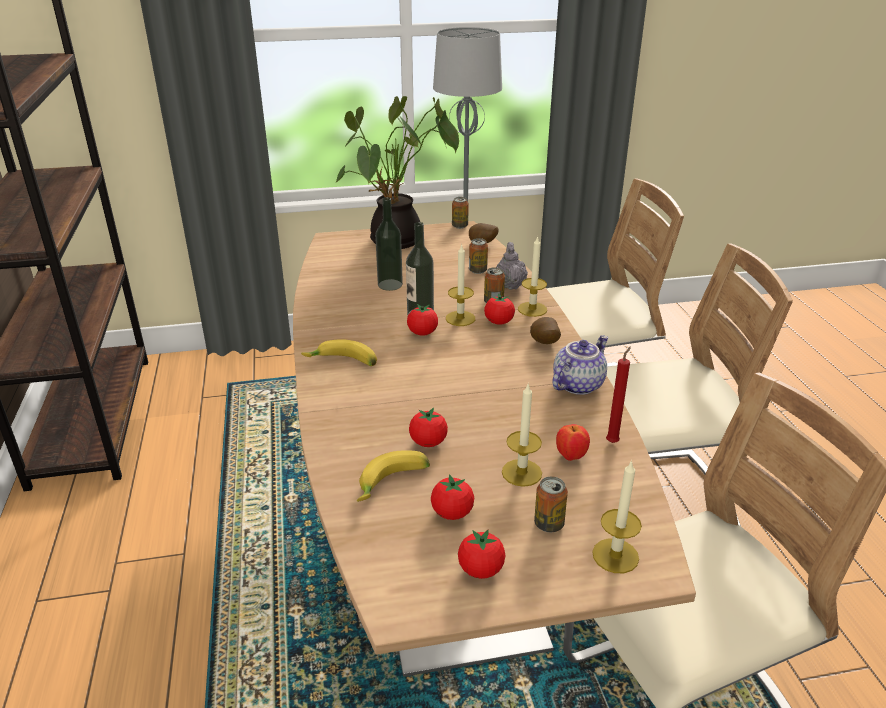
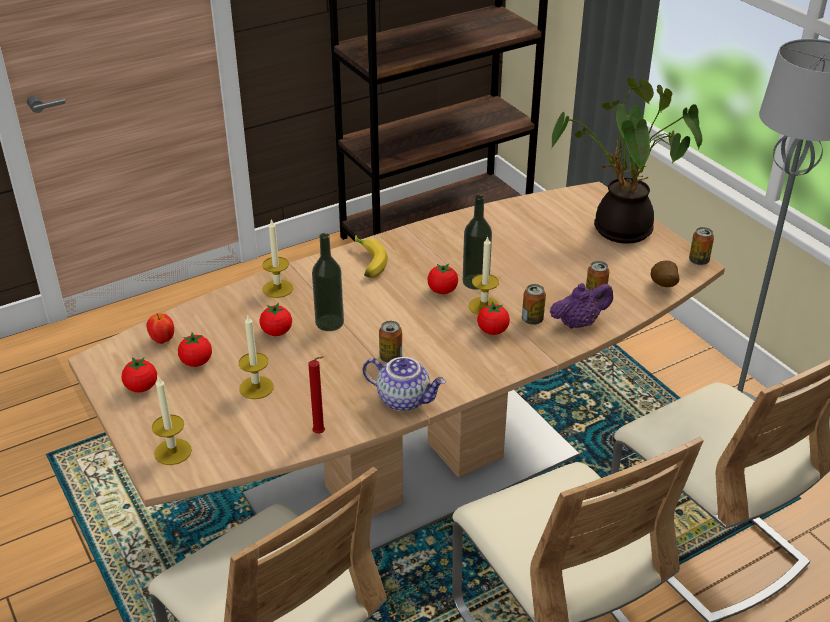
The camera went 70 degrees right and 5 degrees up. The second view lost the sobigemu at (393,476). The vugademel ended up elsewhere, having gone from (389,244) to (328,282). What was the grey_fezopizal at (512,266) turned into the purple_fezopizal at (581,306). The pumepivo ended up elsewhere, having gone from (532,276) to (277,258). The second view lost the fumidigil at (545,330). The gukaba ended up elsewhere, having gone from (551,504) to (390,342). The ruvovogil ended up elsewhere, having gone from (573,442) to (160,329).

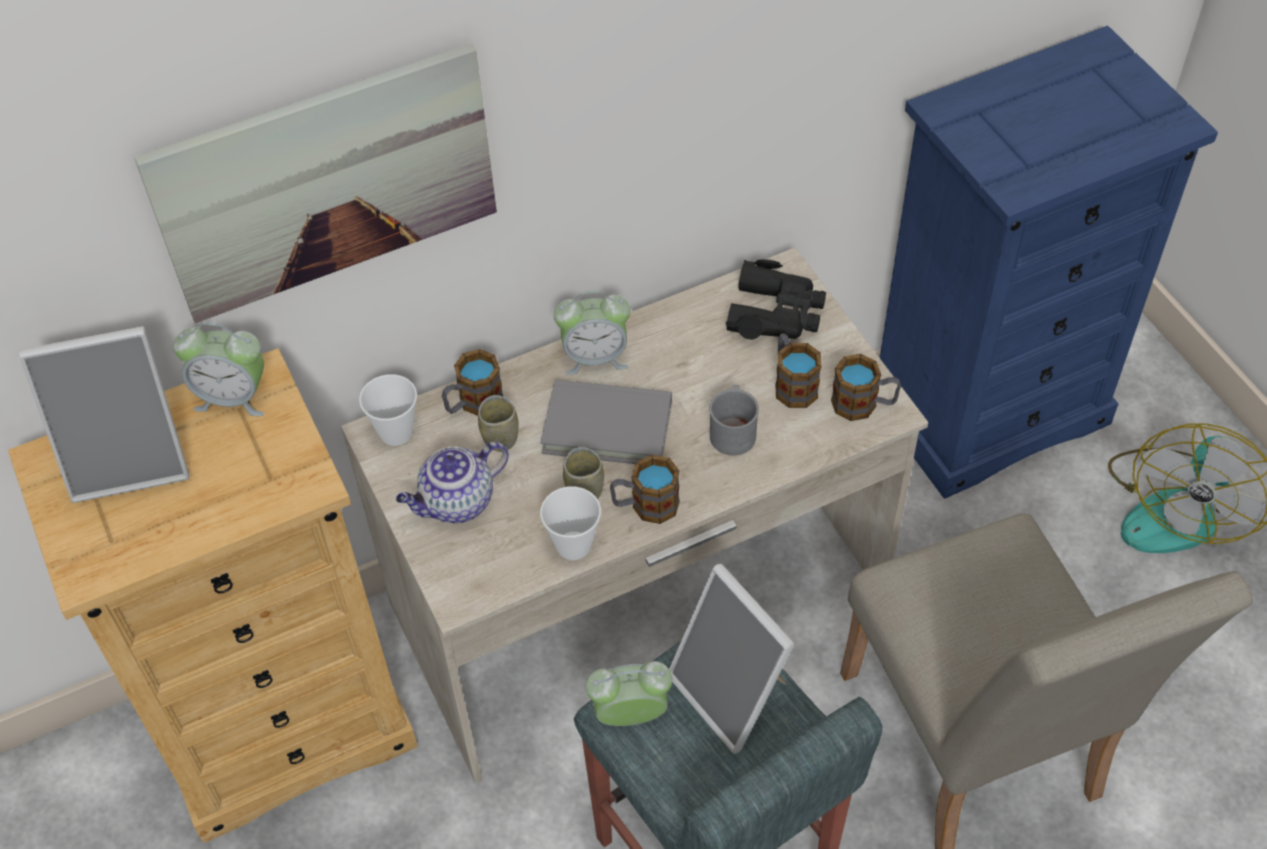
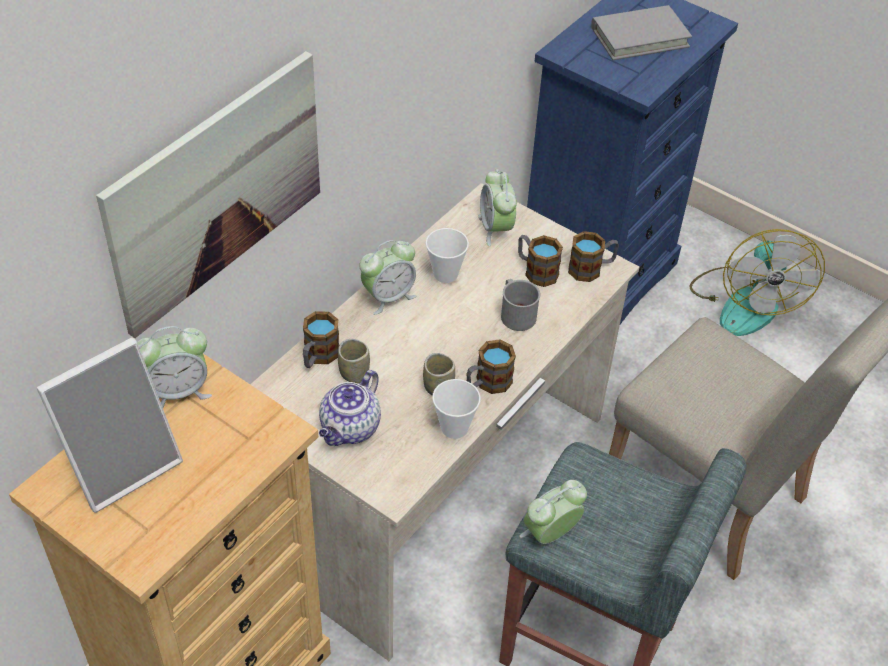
The camera went 30 degrees left and 5 degrees down. The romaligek ended up elsewhere, having gone from (388,410) to (447,255). The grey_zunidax ended up elsewhere, having gone from (606,422) to (641,32). The second view lost the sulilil at (731,659). Where the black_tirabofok stood at (776,299), the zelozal came to stand at (497,207).

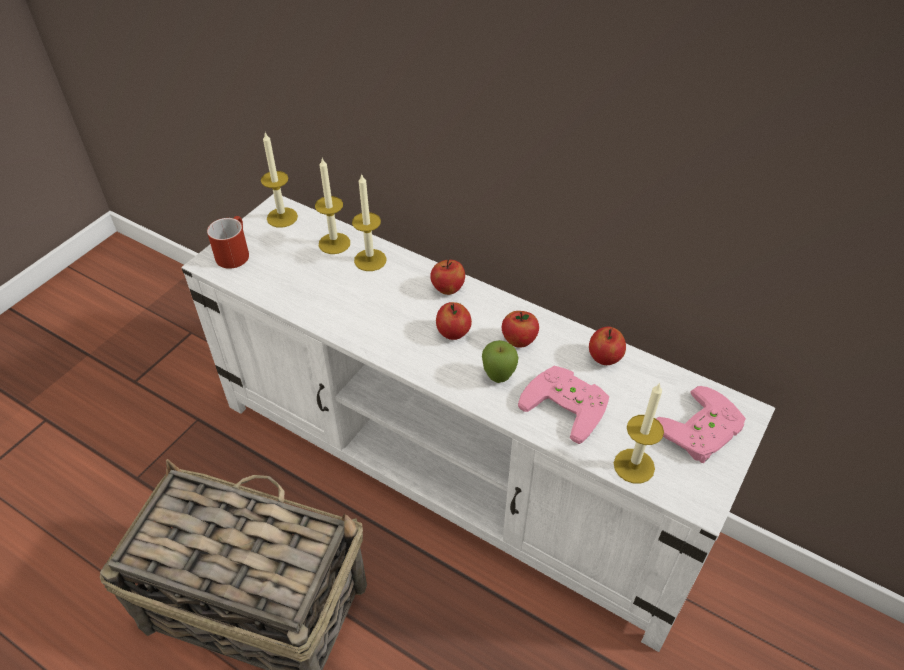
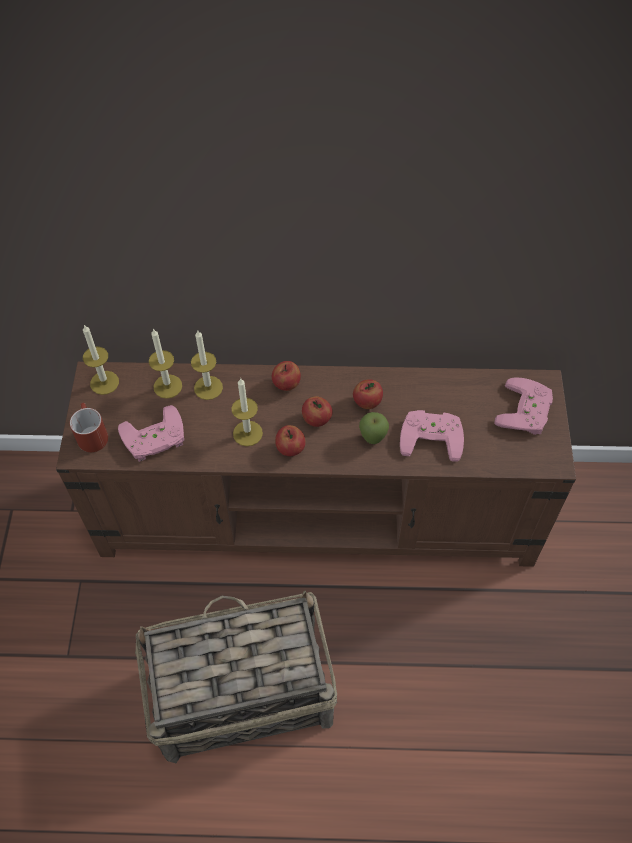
The camera went 30 degrees left and 10 degrees up. What was the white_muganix at (478,423) turned into the brown_muganix at (316,464). The ruvovogil ended up elsewhere, having gone from (607,346) to (290,440). The pumepivo ended up elsewhere, having gone from (639,433) to (247,412). The second view gained the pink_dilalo at (151,433).

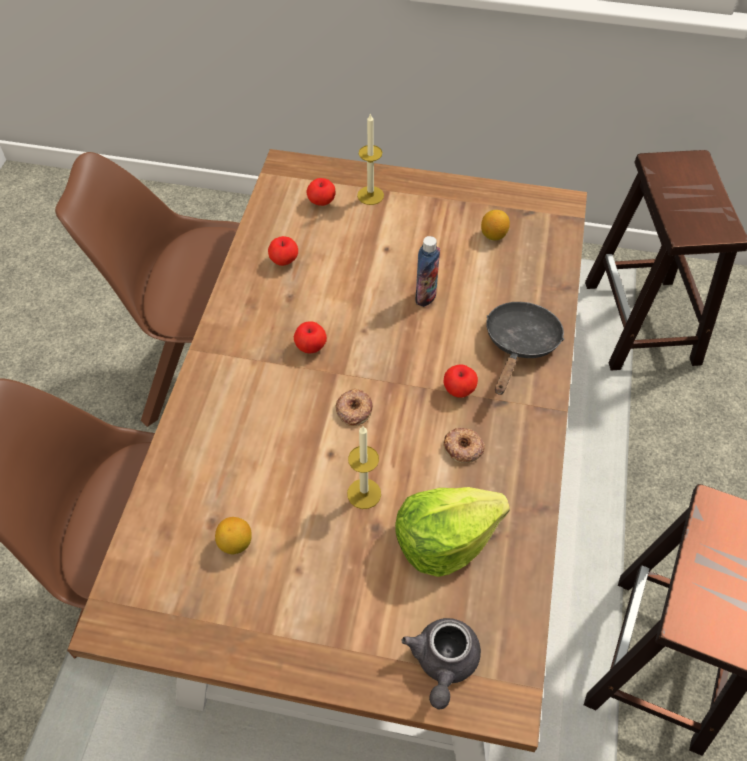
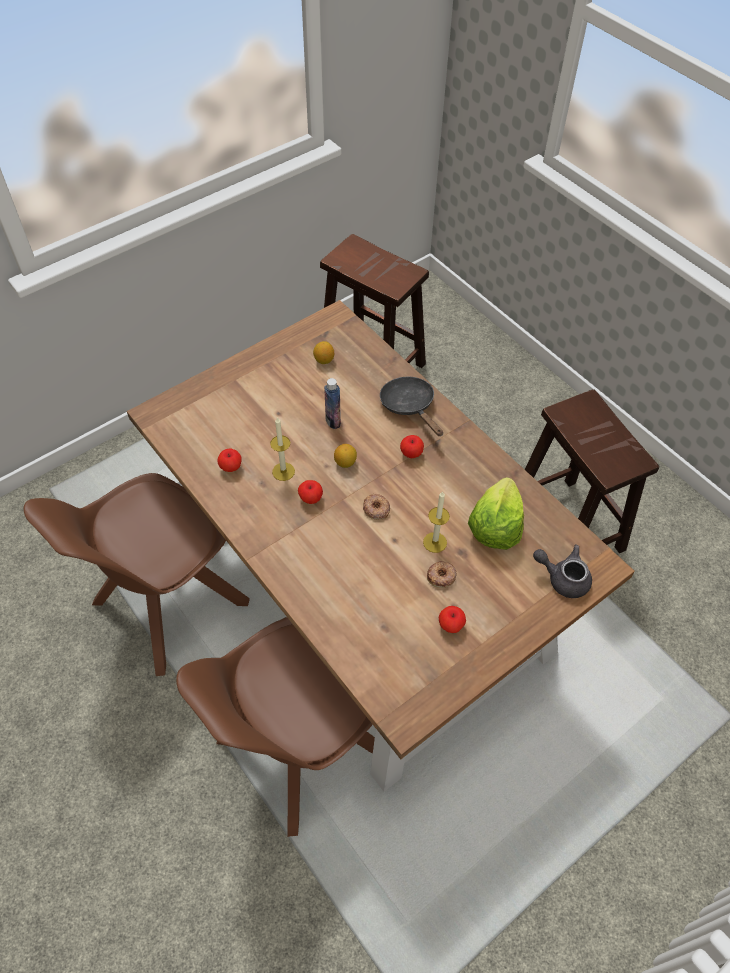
The camera went 50 degrees left and 0 degrees up. The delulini ended up elsewhere, having gone from (233,535) to (345,456). The ruvovogil ended up elsewhere, having gone from (321,192) to (452,619). The pumepivo ended up elsewhere, having gone from (370,159) to (282,449). The grey_fezopizal at (441,663) ended up facing another way, 150 degrees clockwise from before. The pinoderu ended up elsewhere, having gone from (464,445) to (442,574).

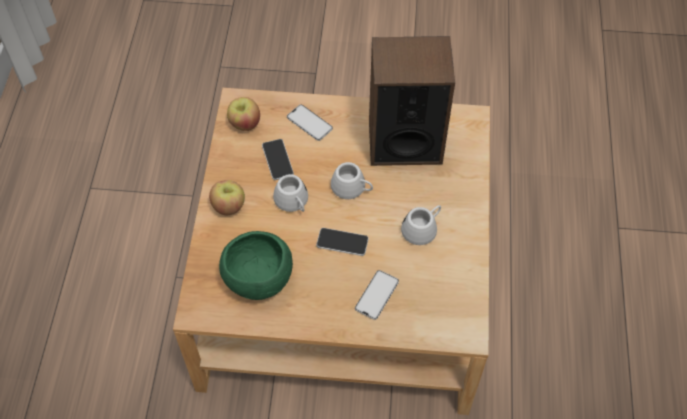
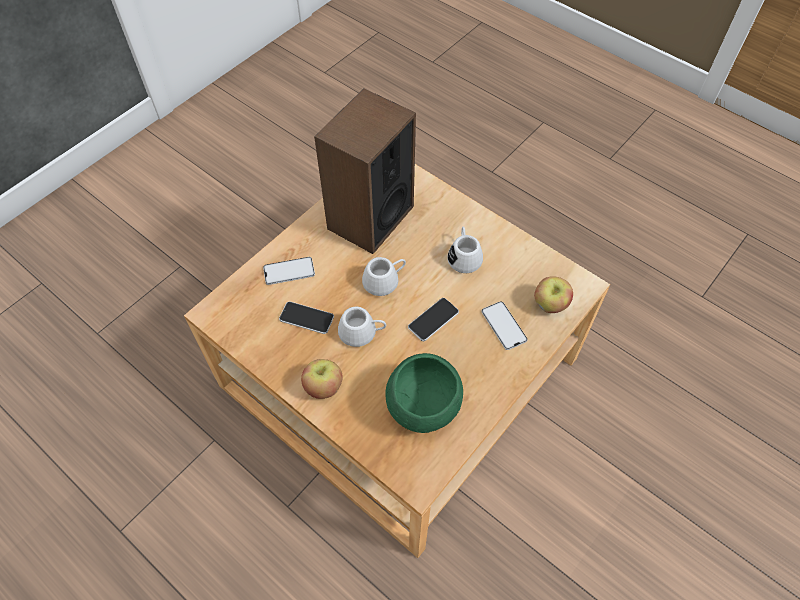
The camera went 55 degrees left and 0 degrees up. The ruvovogil ended up elsewhere, having gone from (243,114) to (553,294).

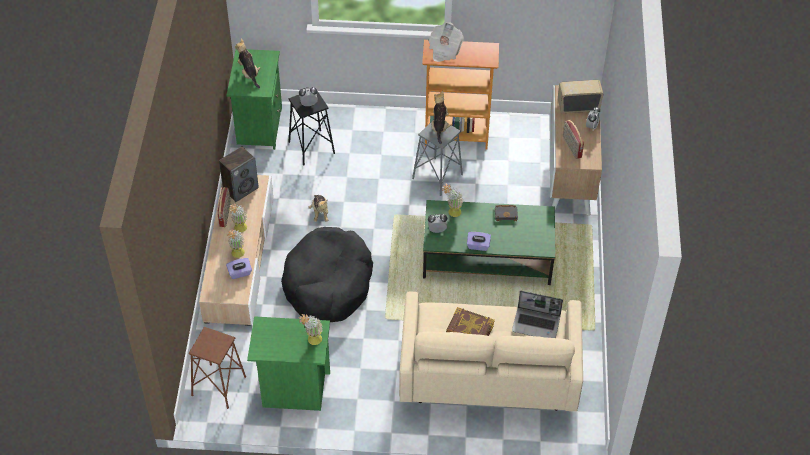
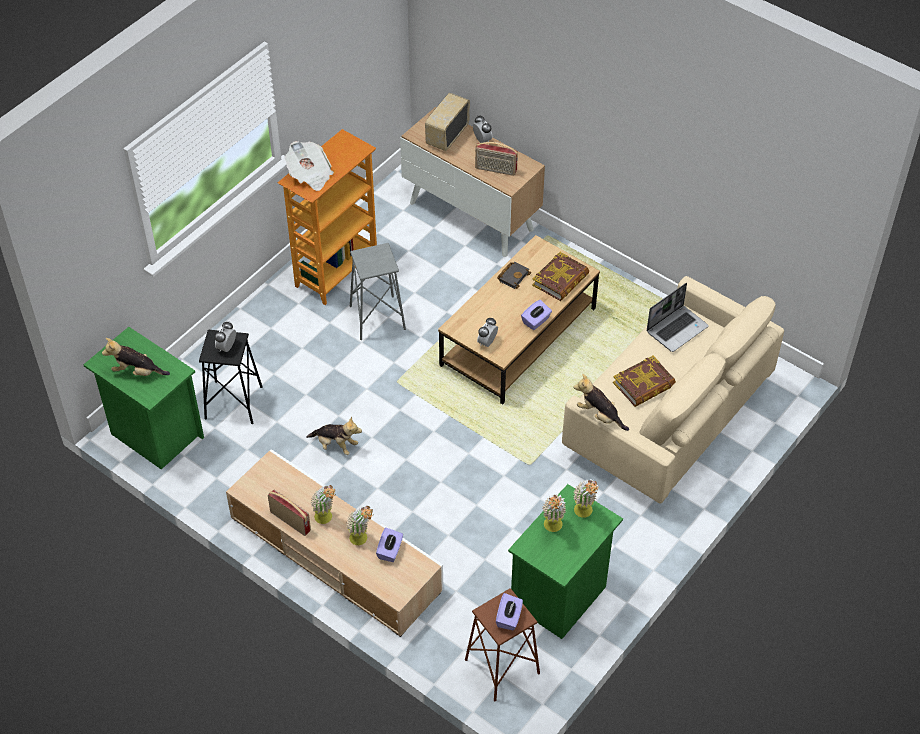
The camera went 55 degrees left and 0 degrees up. The second view lost the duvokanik at (239,174). The second view lost the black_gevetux at (327,274). What was the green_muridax at (489,242) turned into the brown_muridax at (519,319). The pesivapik ended up elsewhere, having gone from (441,117) to (601,402). The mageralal ended up elsewhere, having gone from (453,200) to (554,513). The second view gained the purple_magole at (509,611). The second view gained the zunidax at (560,276).

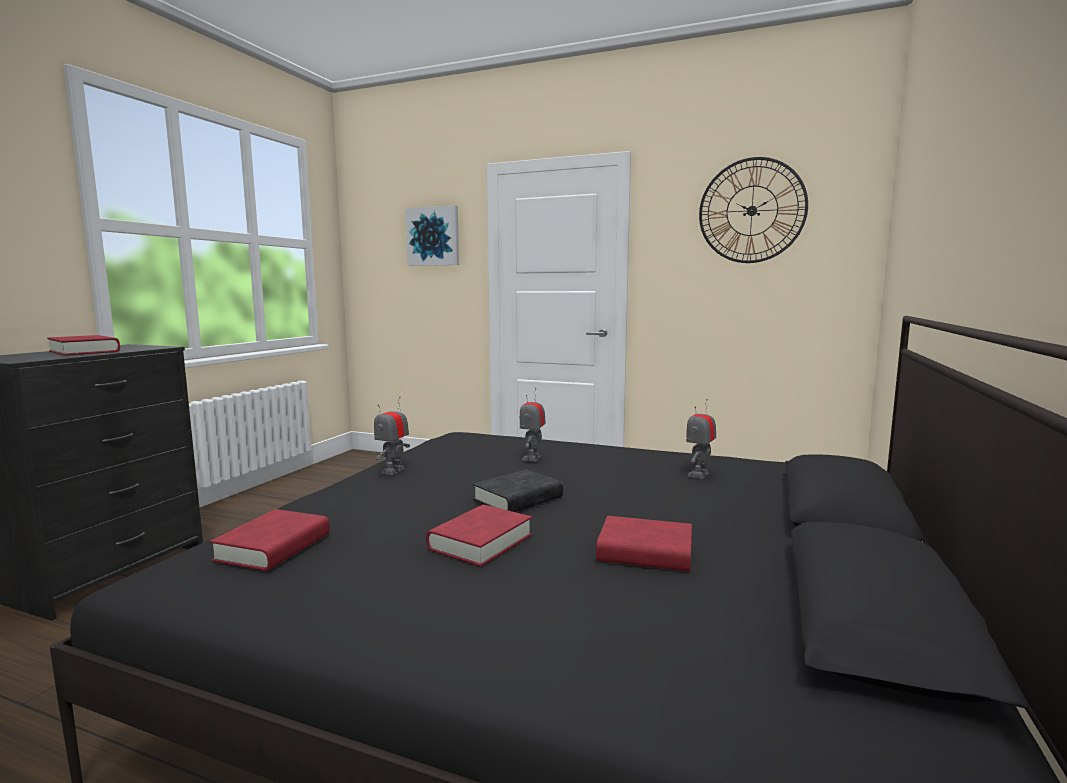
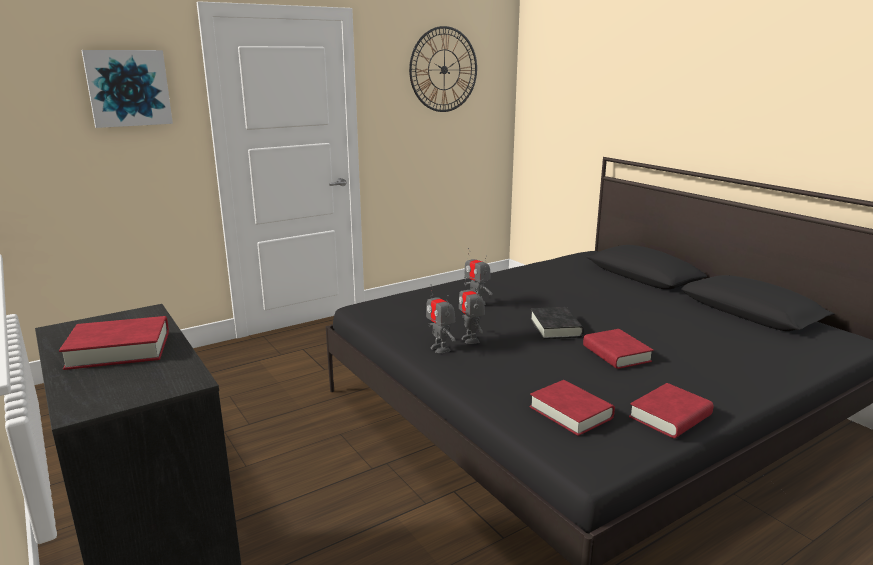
The camera went 55 degrees left and 10 degrees up. The red_zunidax ended up elsewhere, having gone from (644,544) to (671,410). The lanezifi ended up elsewhere, having gone from (701,439) to (472,310).

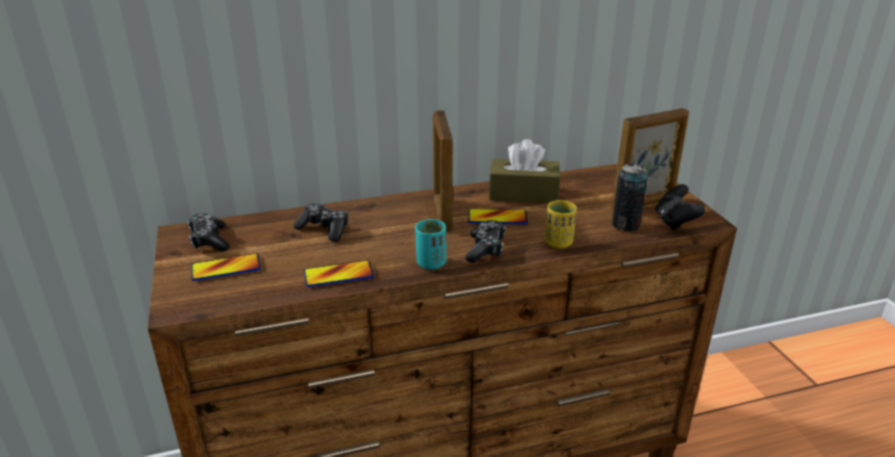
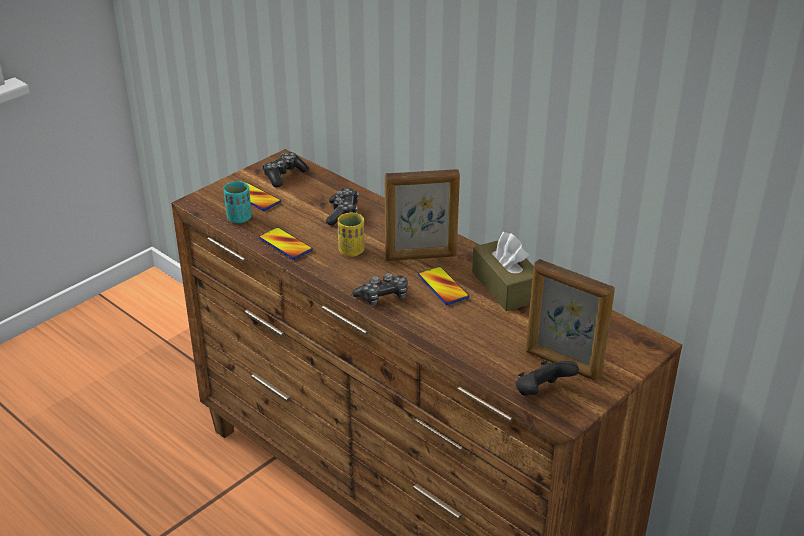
The camera went 60 degrees right and 5 degrees up. The turquoise_romaligek ended up elsewhere, having gone from (430,244) to (237,202). The sulilil at (443,171) ended up facing another way, 150 degrees counterclockwise from before. The yellow_romaligek ended up elsewhere, having gone from (561,224) to (351,235). The second view lost the gukaba at (630,198).

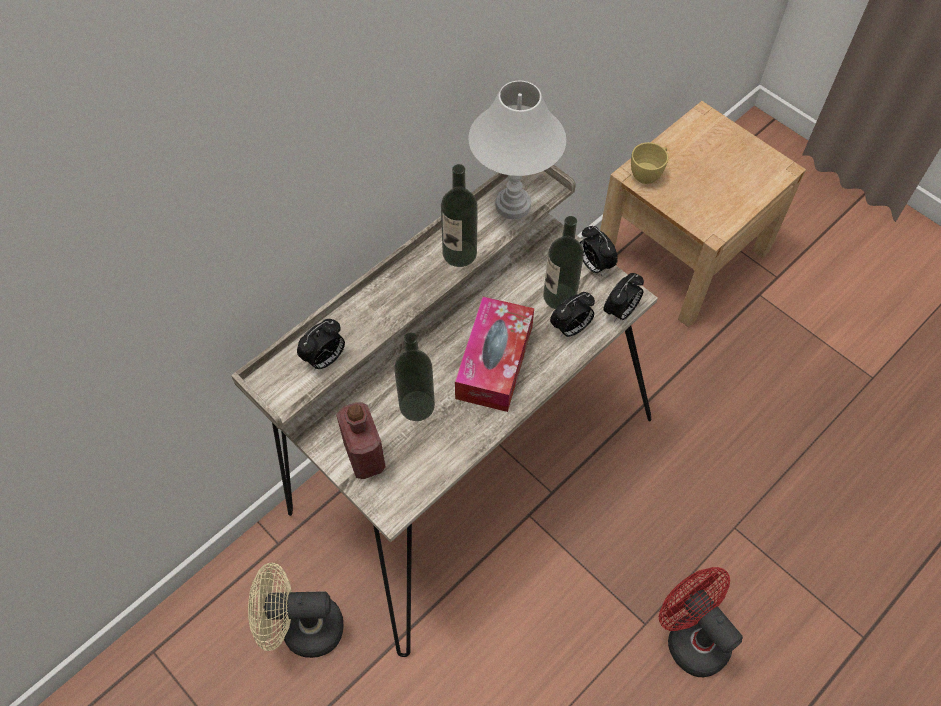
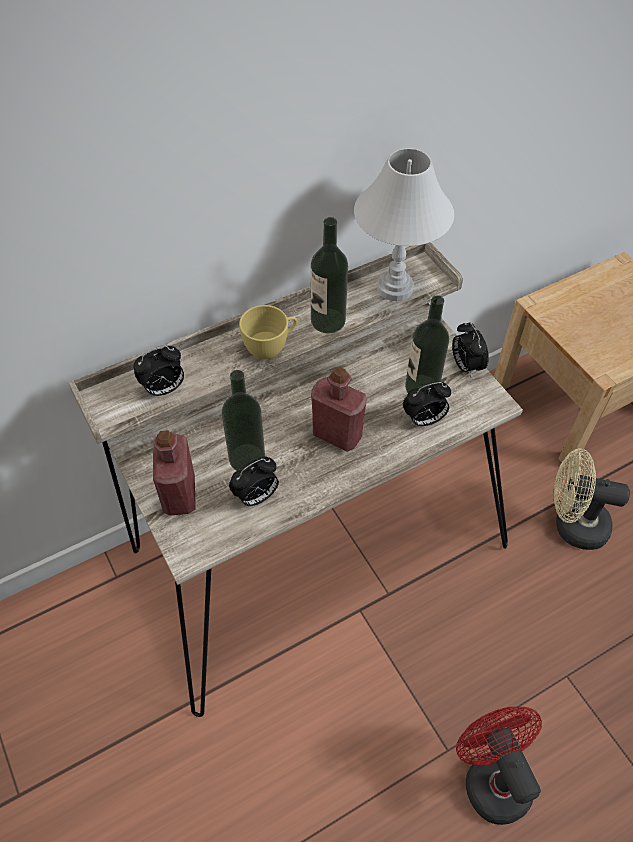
The camera went 15 degrees right and 5 degrees down. The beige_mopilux ended up elsewhere, having gone from (296,610) to (592,499). Where the magole stood at (494,354), the red_vugademel came to stand at (339,409). The zelozal ended up elsewhere, having gone from (623,297) to (254,481). The yellow_romaligek ended up elsewhere, having gone from (649,163) to (268,332).

